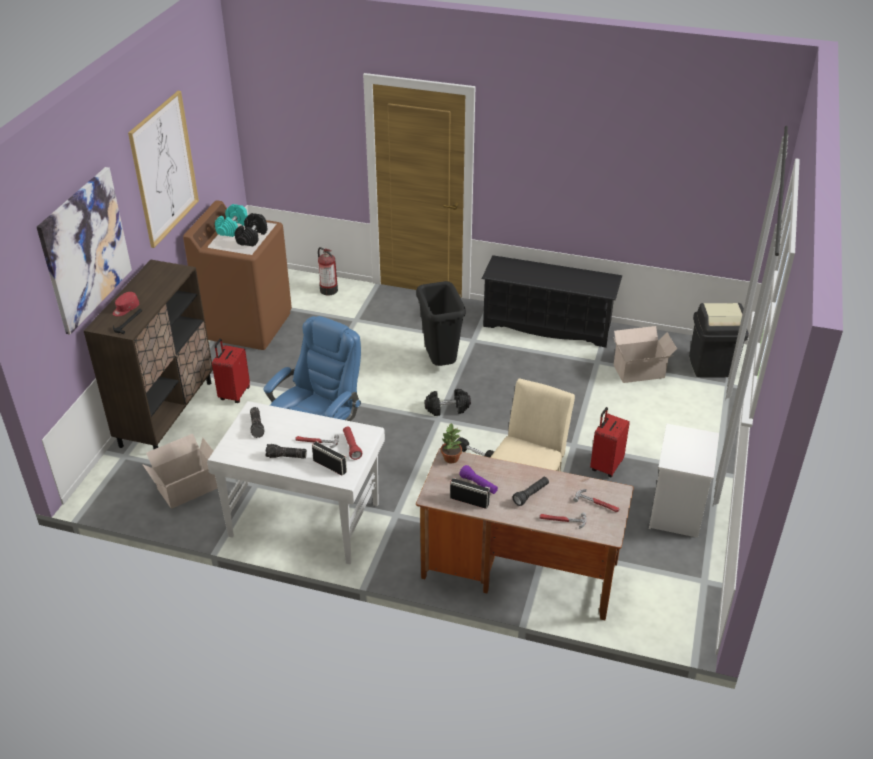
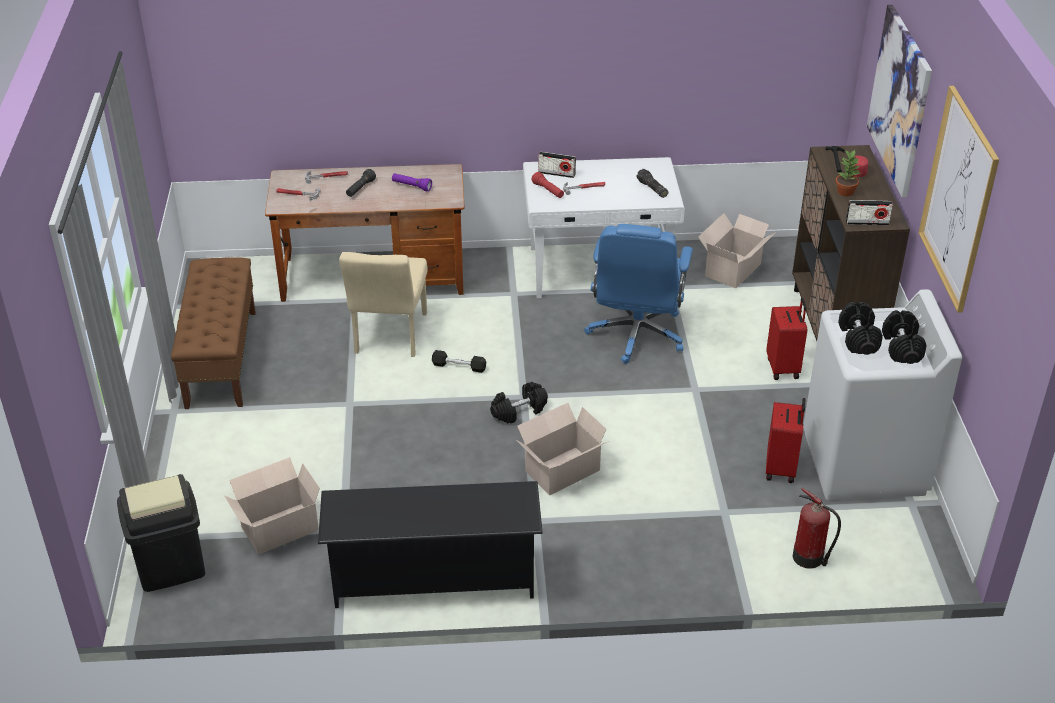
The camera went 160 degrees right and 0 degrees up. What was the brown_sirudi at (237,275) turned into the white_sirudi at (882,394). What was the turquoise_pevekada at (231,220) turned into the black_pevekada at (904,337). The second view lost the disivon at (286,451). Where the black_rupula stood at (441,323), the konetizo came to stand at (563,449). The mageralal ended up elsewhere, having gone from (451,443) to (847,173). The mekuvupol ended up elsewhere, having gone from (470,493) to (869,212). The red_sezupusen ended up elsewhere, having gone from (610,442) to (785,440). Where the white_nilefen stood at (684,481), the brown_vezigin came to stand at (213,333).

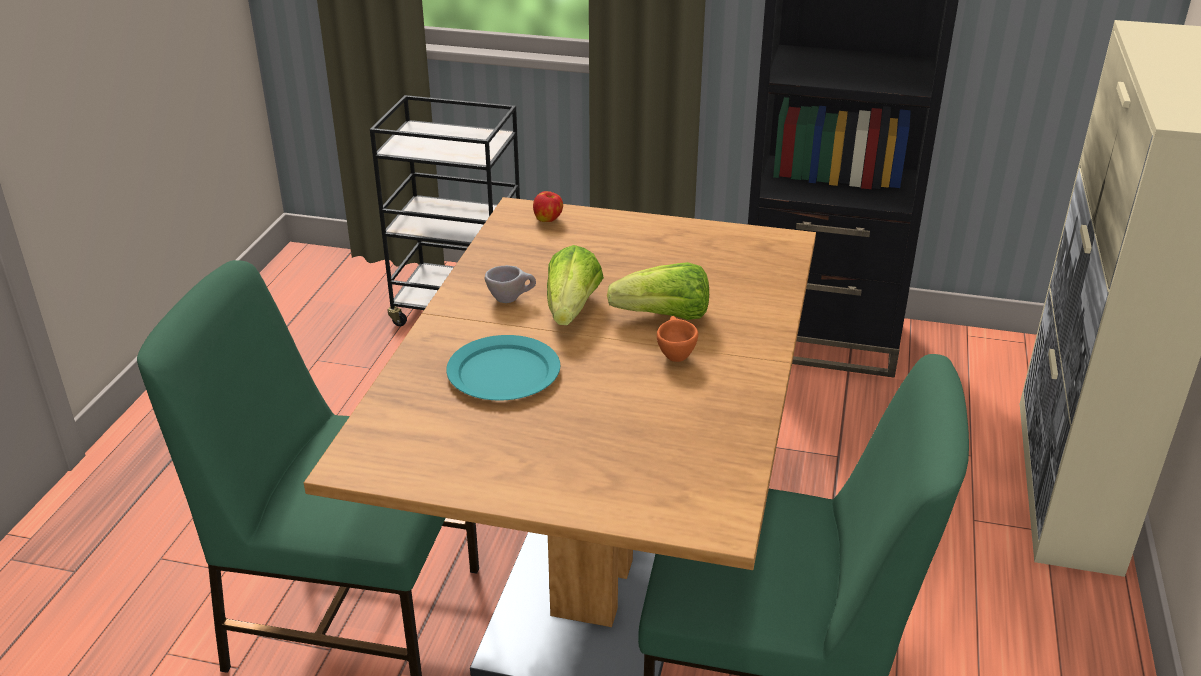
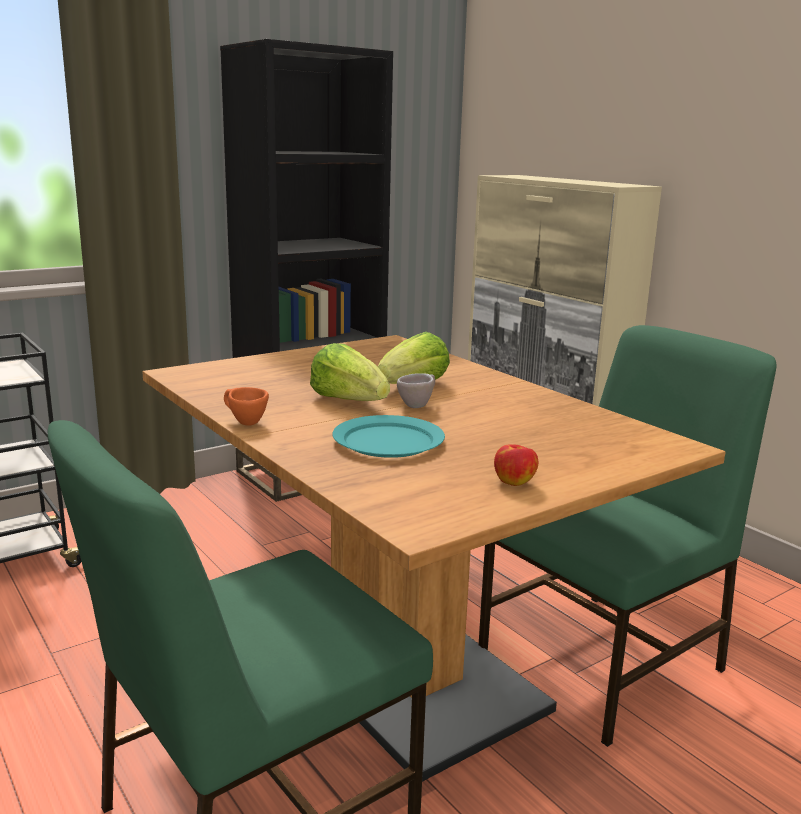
The camera went 50 degrees left and 15 degrees down. The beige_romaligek ended up elsewhere, having gone from (510,284) to (416,390). The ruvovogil ended up elsewhere, having gone from (548,206) to (516,465). The orange_romaligek ended up elsewhere, having gone from (677,339) to (246,406).

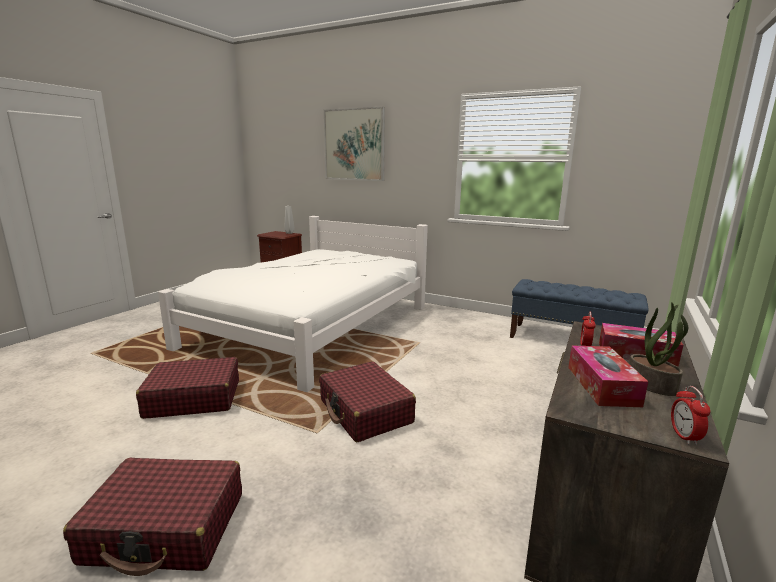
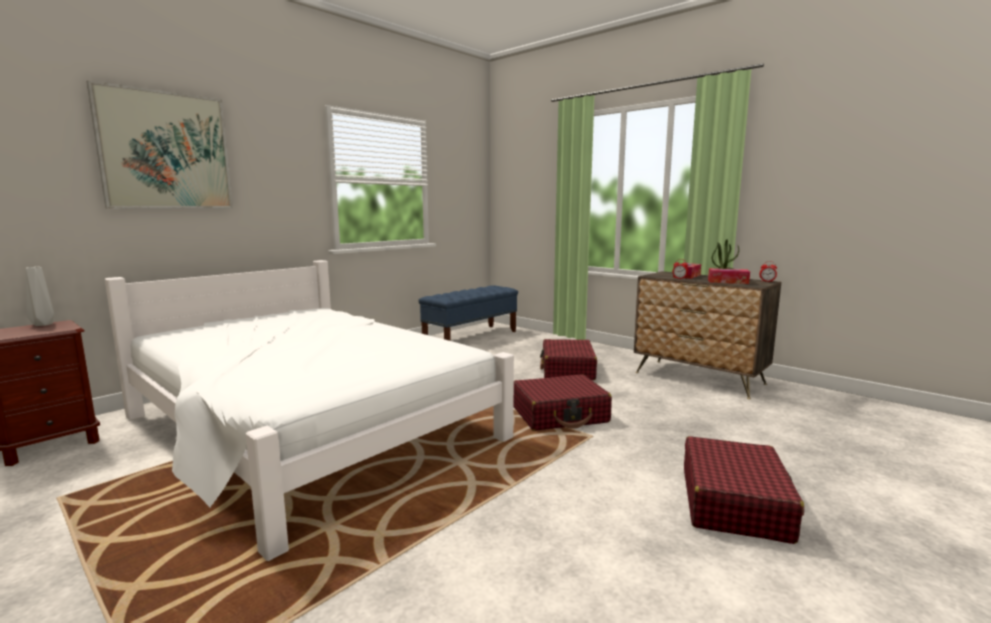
The camera went 75 degrees left and 5 degrees down. The red_sezupusen ended up elsewhere, having gone from (187,388) to (568,359).

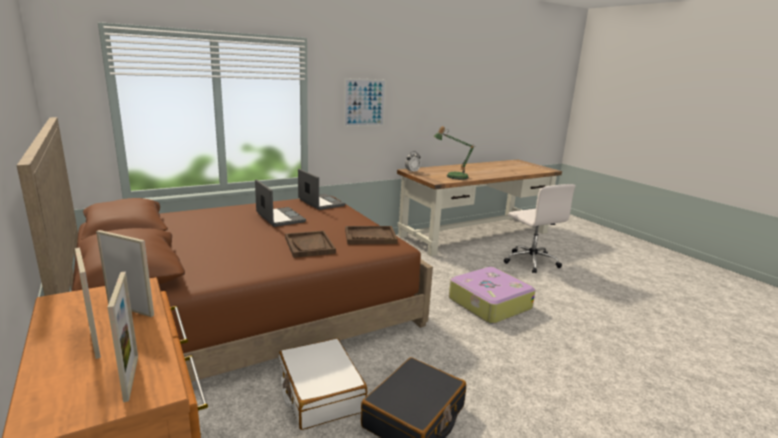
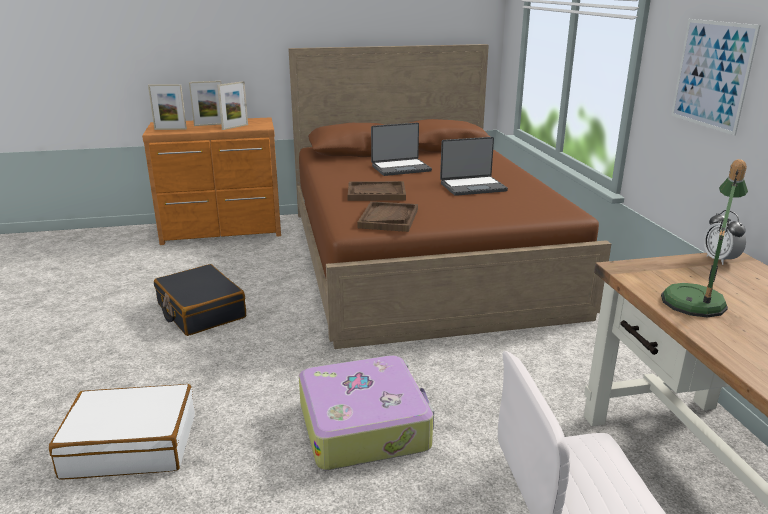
The camera went 110 degrees right and 5 degrees up. The white_sezupusen ended up elsewhere, having gone from (323,384) to (122,432). The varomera ended up elsewhere, having gone from (321,189) to (401,149).

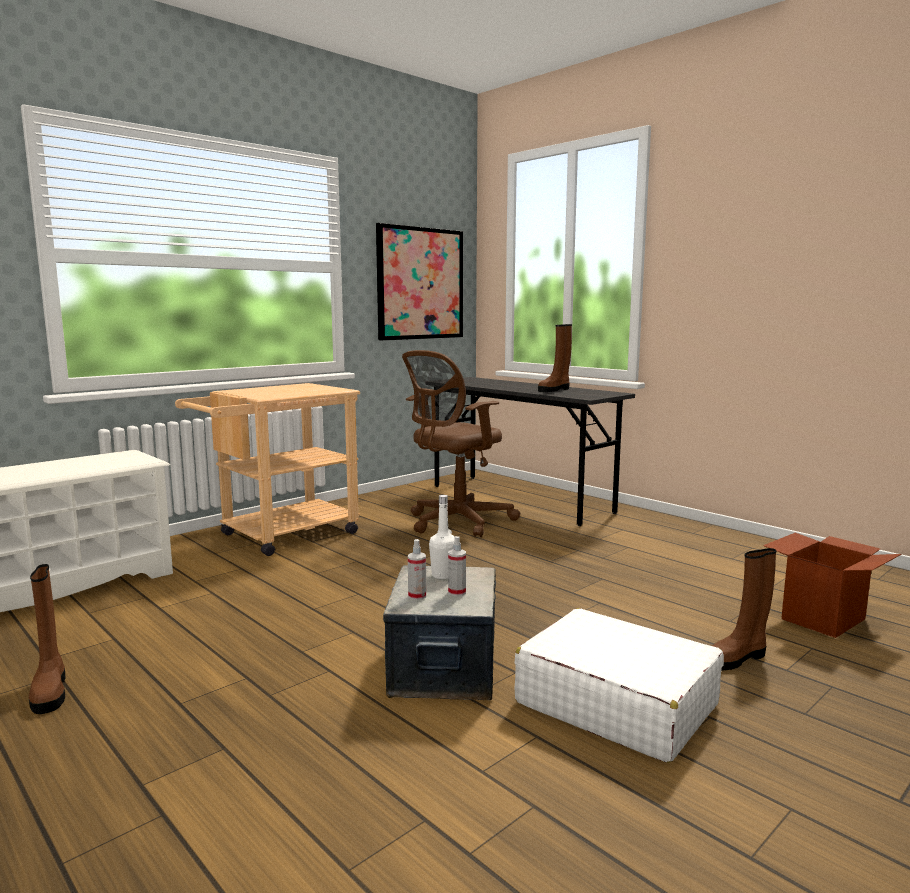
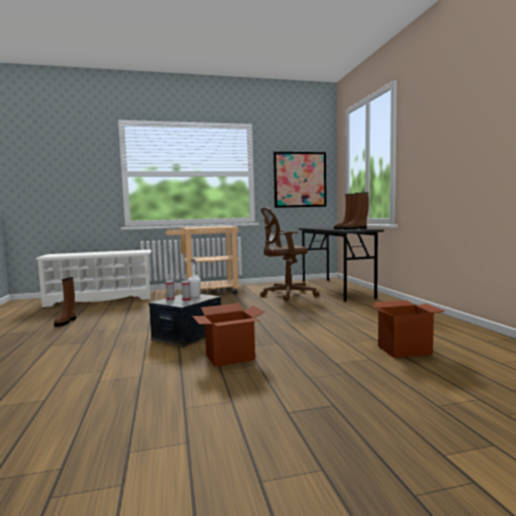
The camera went 30 degrees right and 5 degrees down. Where the white_sezupusen stood at (619,685), the konetizo came to stand at (228,335). The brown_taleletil ended up elsewhere, having gone from (744,609) to (355,211).

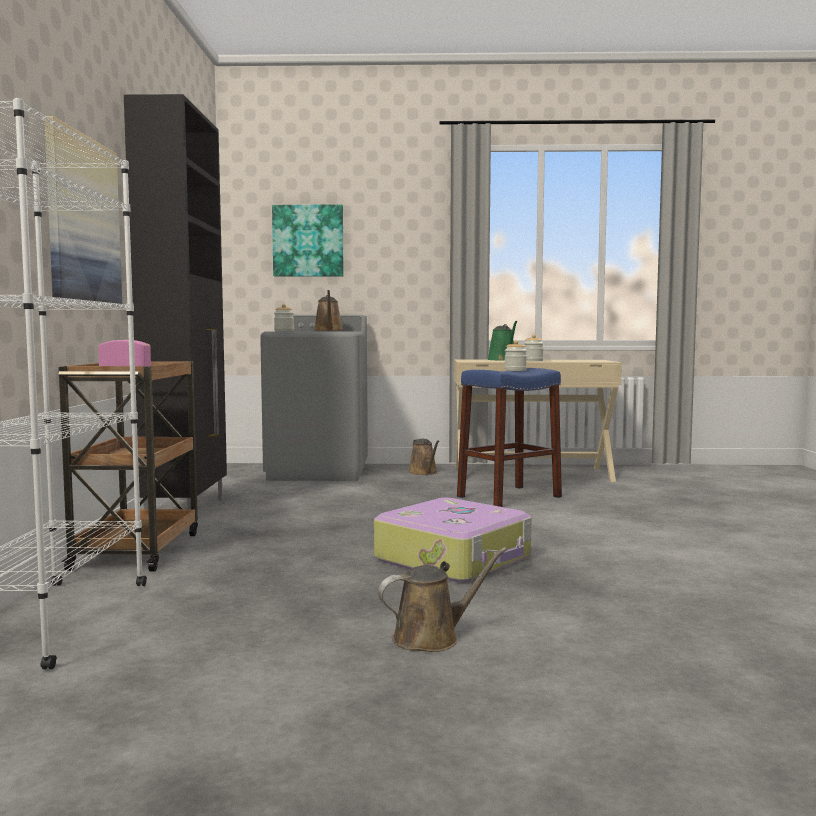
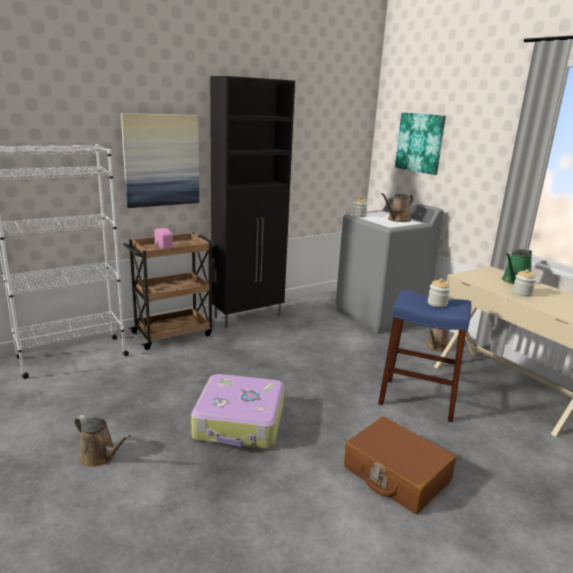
The camera went 55 degrees right and 15 degrees up. The second view gained the brown_sezupusen at (400,465).

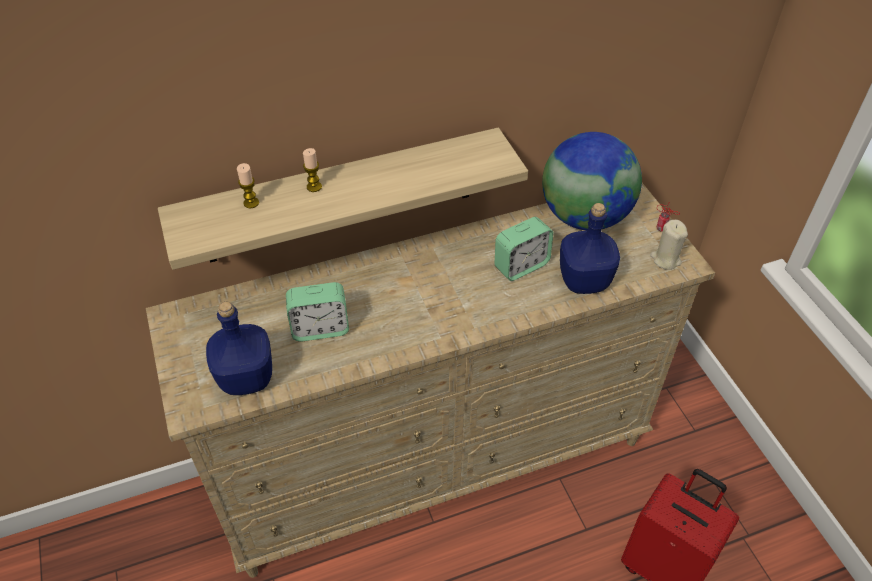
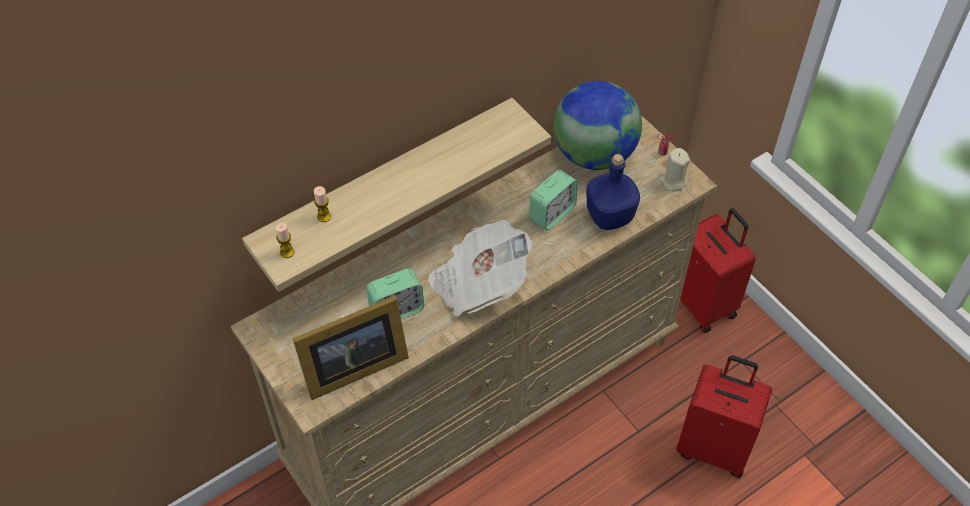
The camera went 15 degrees left and 5 degrees up. Where the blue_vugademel stood at (239,348), the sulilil came to stand at (351,348). The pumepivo ended up elsewhere, having gone from (312,170) to (285,240). The second view gained the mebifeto at (480,268). The second view gained the red_sezupusen at (718,270).

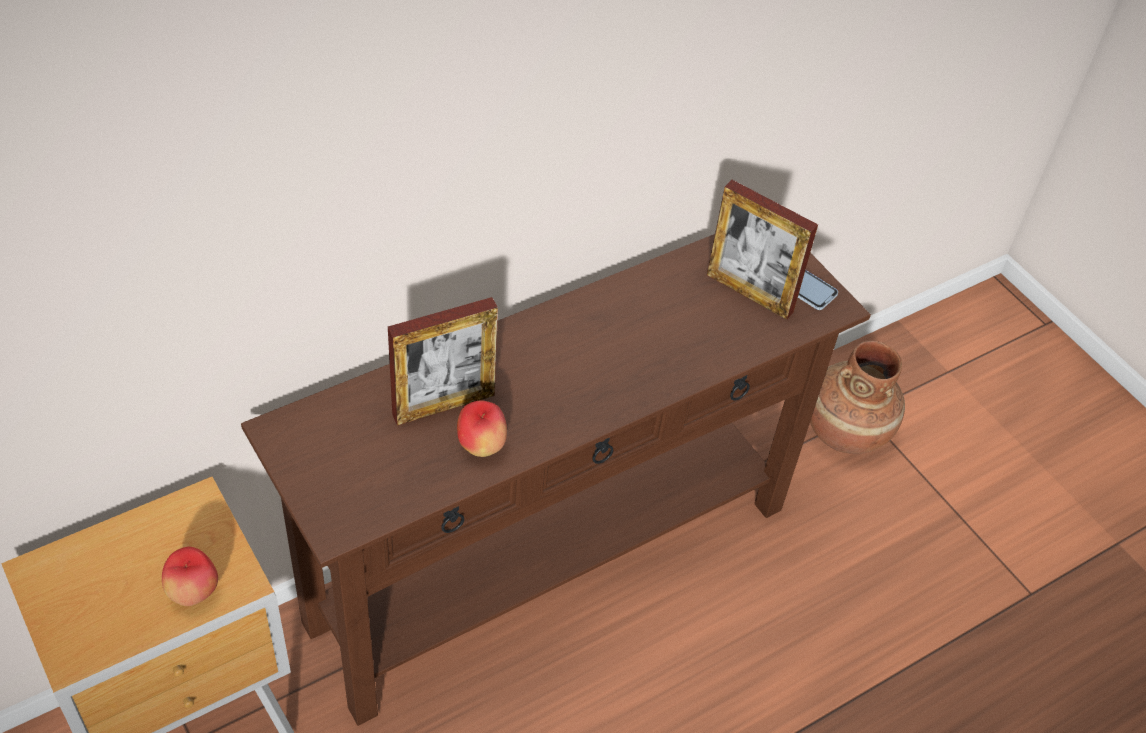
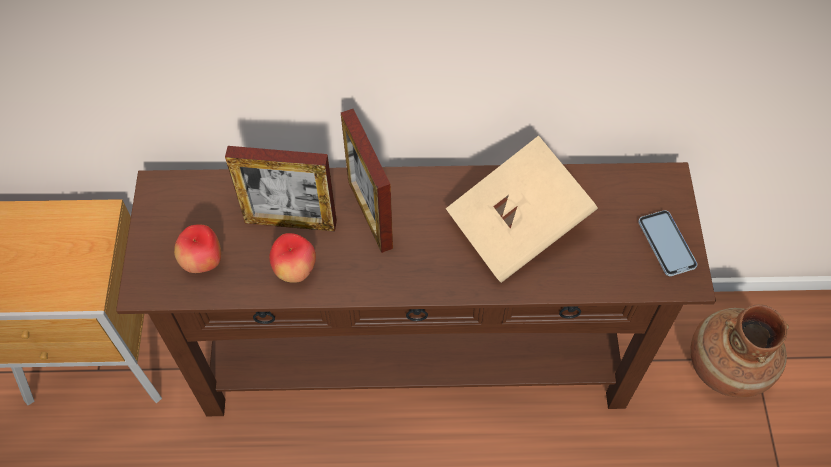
The camera went 35 degrees right and 10 degrees up. The ruvovogil ended up elsewhere, having gone from (190,576) to (197,248). The sulilil ended up elsewhere, having gone from (762,250) to (367,181). The second view gained the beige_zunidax at (522,209).

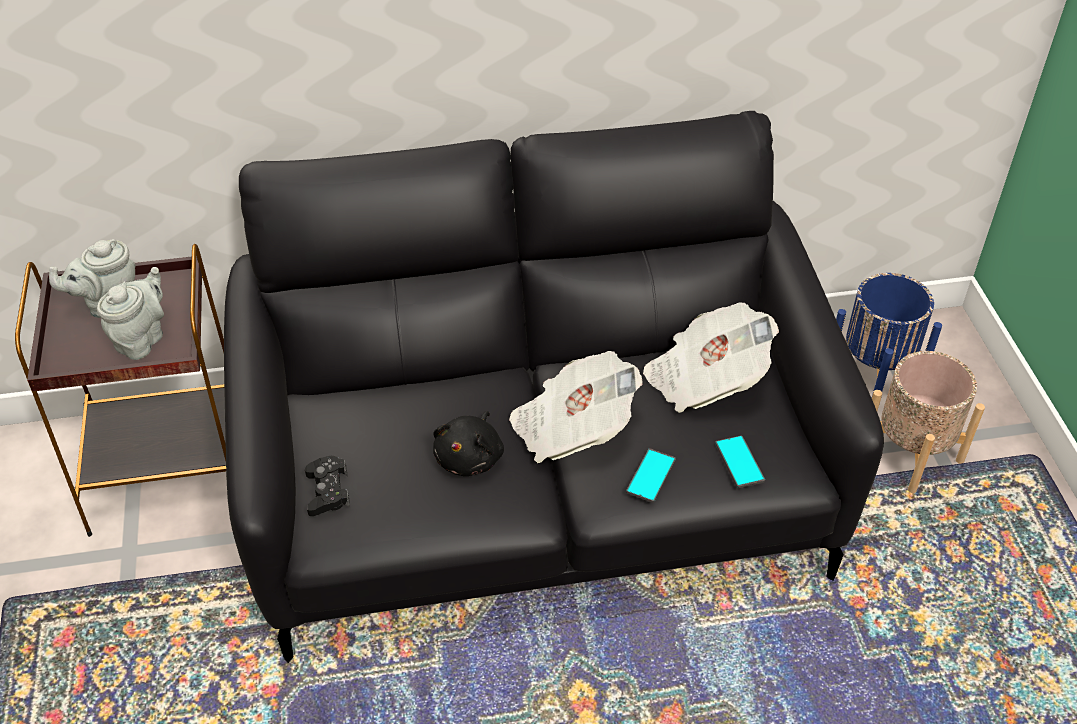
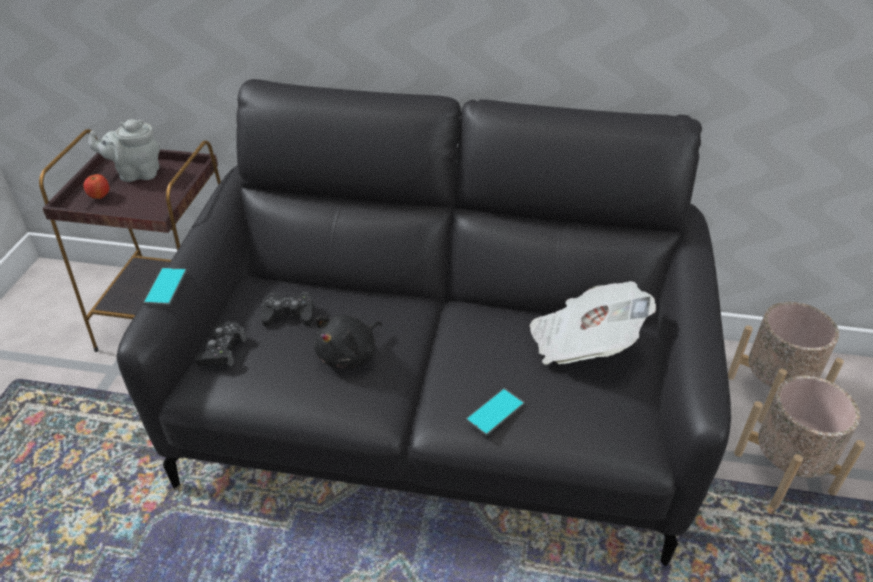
The camera went 20 degrees right and 5 degrees down. The second view lost the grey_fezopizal at (130,313). The second view lost the mebifeto at (576,407). The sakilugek ended up elsewhere, having gone from (740,461) to (165,287). What was the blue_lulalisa at (889,334) turned into the beige_lulalisa at (786,362). The second view gained the ruvovogil at (96,186). The second view gained the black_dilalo at (287,309).

